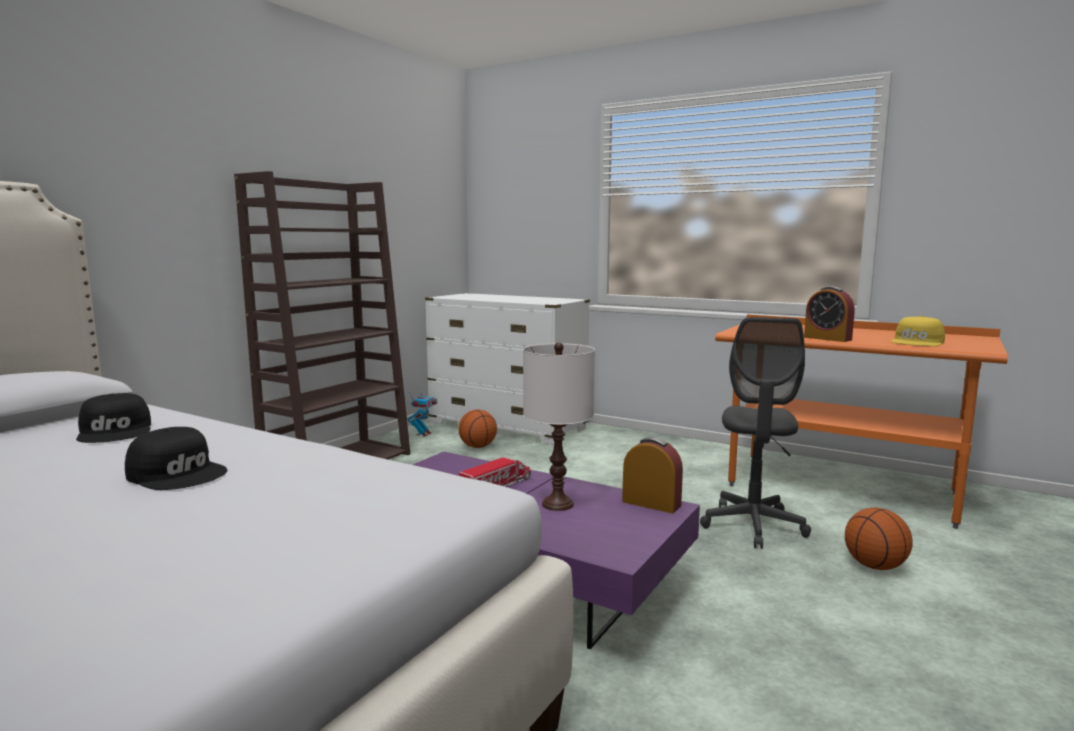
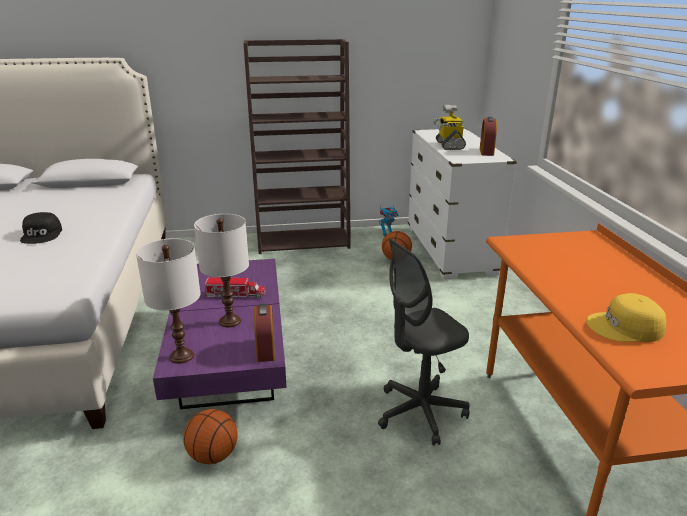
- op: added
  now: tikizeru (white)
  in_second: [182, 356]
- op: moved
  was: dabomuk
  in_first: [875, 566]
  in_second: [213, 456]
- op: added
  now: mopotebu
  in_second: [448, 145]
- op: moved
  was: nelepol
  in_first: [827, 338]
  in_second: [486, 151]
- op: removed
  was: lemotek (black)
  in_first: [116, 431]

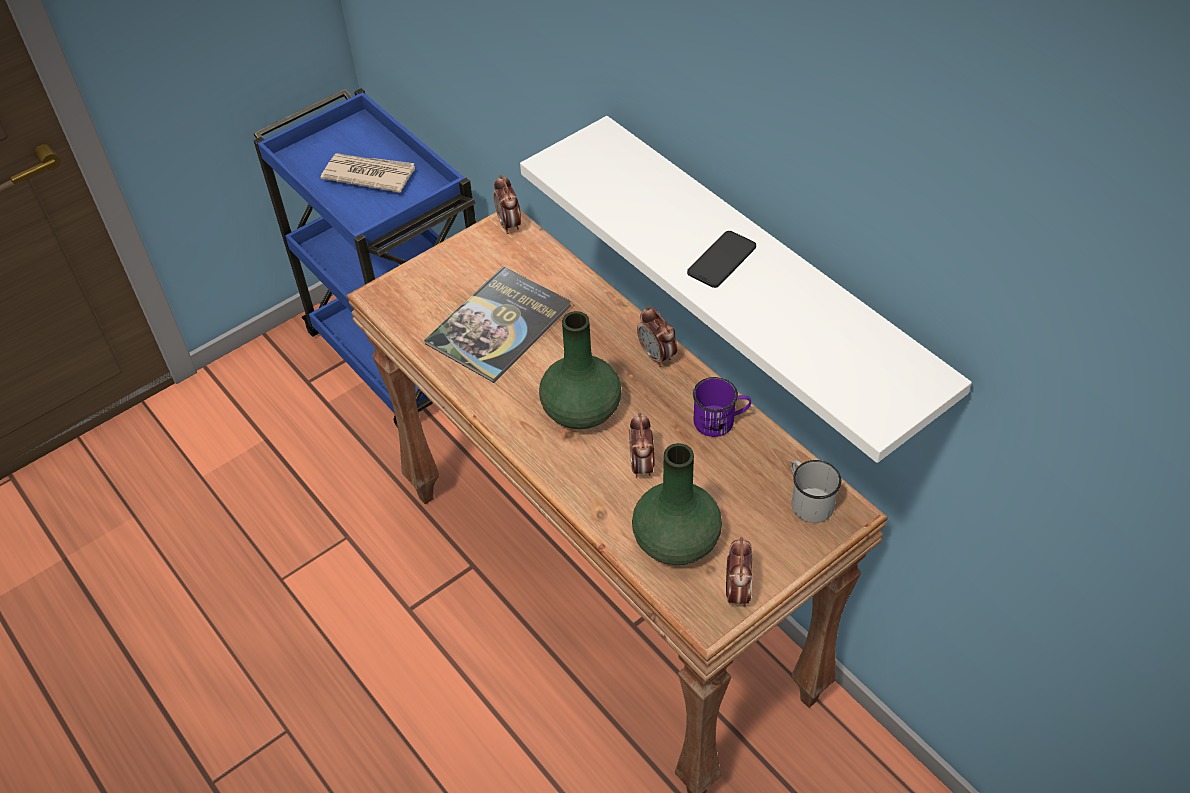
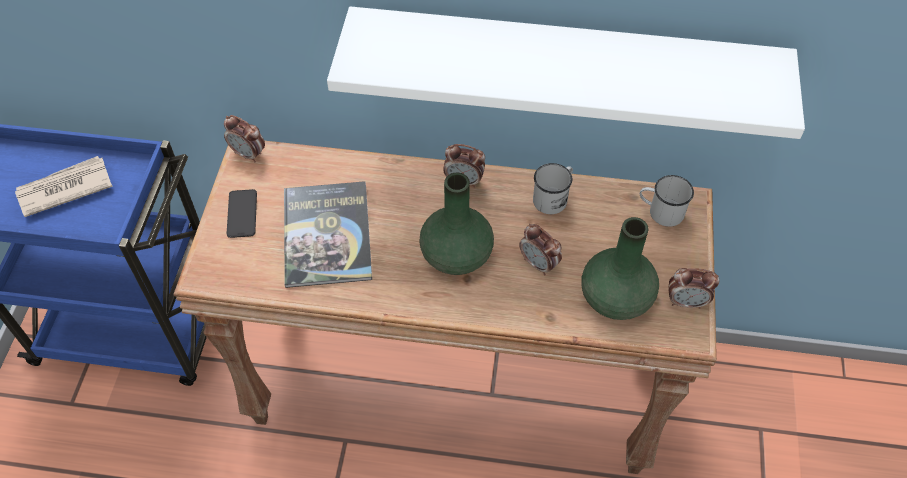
- op: moved
  was: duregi
  in_first: [722, 260]
  in_second: [242, 214]
- op: recoloured
  was: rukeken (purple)
  now: rukeken (white)
  in_first: [720, 421]
  in_second: [553, 197]
- op: turned
  was: nelepol
  in_first: [737, 591]
  in_second: [686, 302]
  clockwise: 135

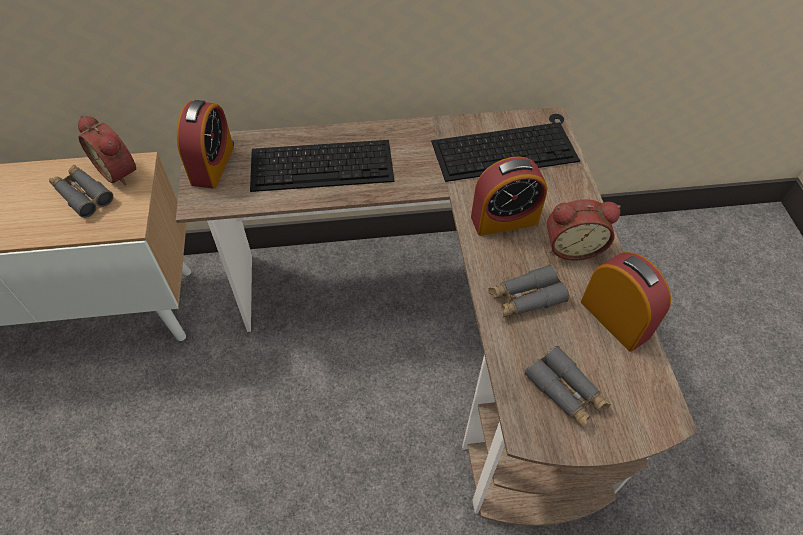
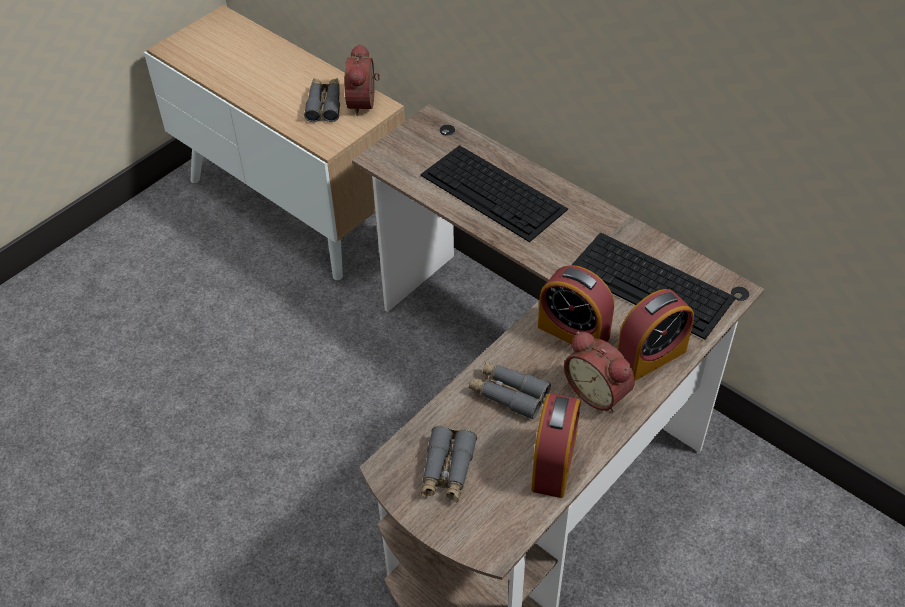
- op: moved
  was: nelepol
  in_first: [212, 165]
  in_second: [650, 356]

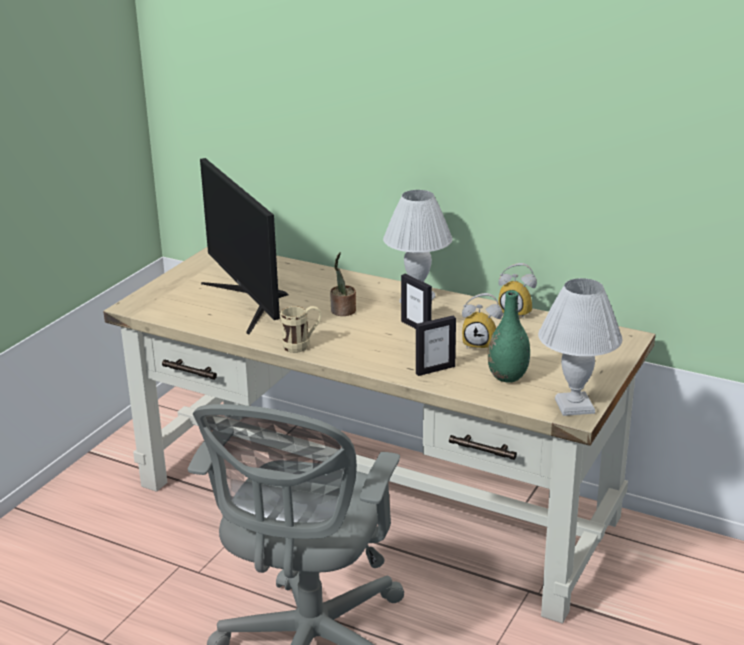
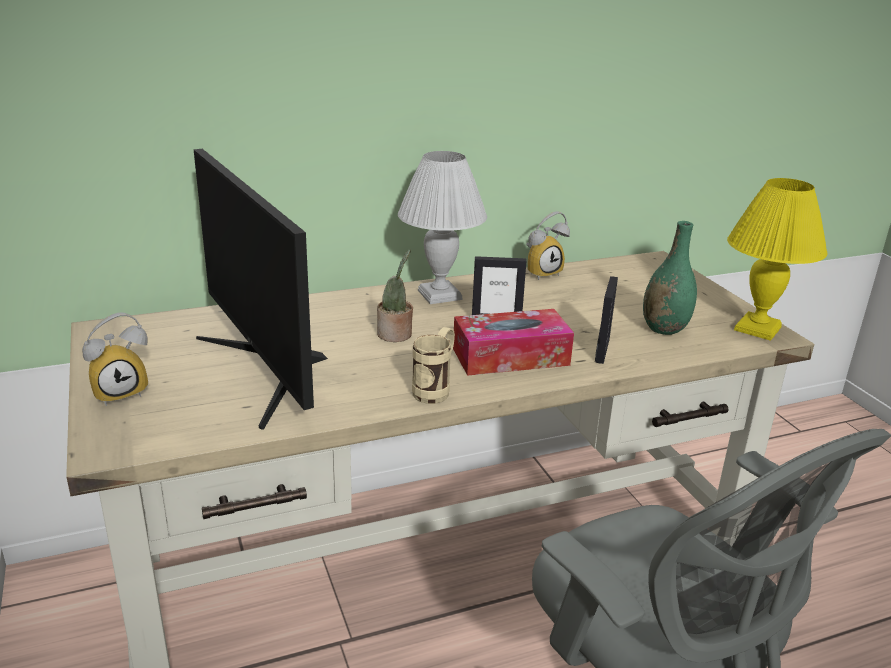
- op: moved
  was: nelepol
  in_first: [482, 344]
  in_second: [121, 391]
- op: turned
  was: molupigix
  in_first: [250, 301]
  in_second: [268, 369]
  clockwise: 45
- op: added
  now: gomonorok
  in_second: [510, 357]
- op: recoloured
  was: tikizeru (white)
  now: tikizeru (yellow)
  in_first: [575, 405]
  in_second: [757, 328]

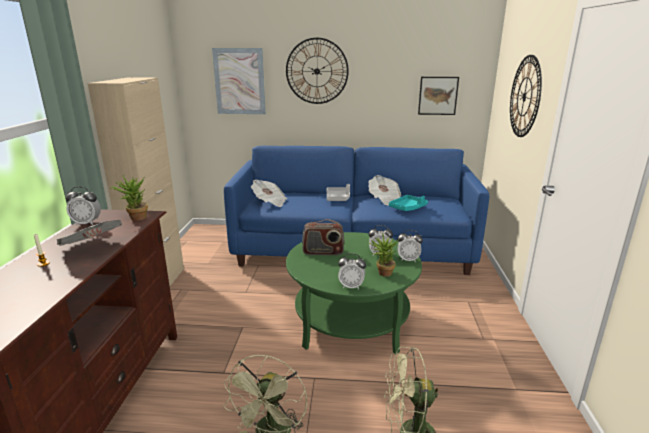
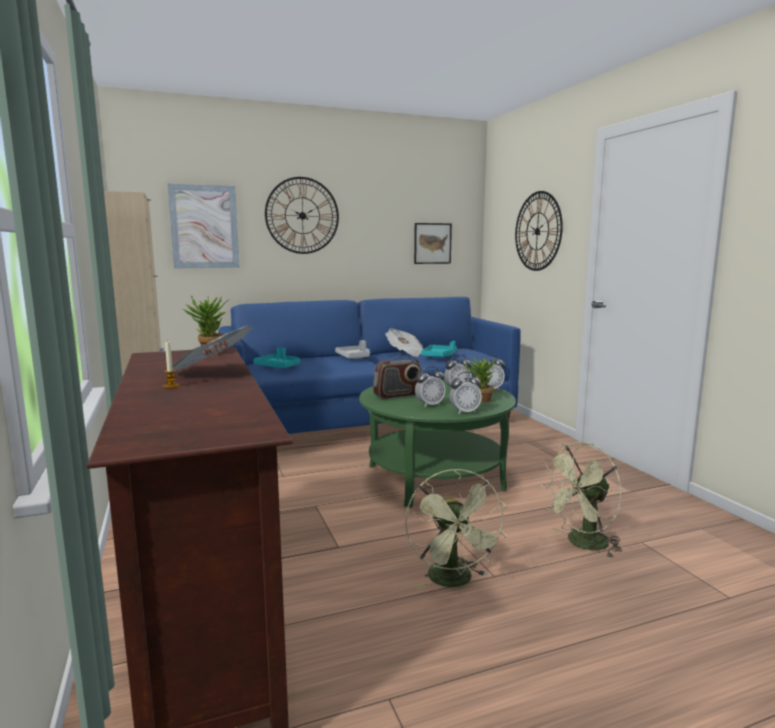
- op: replaced
  was: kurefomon
  now: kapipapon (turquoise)
  in_first: [270, 202]
  in_second: [278, 367]
- op: moved
  was: nelepol
  in_first: [87, 223]
  in_second: [429, 405]

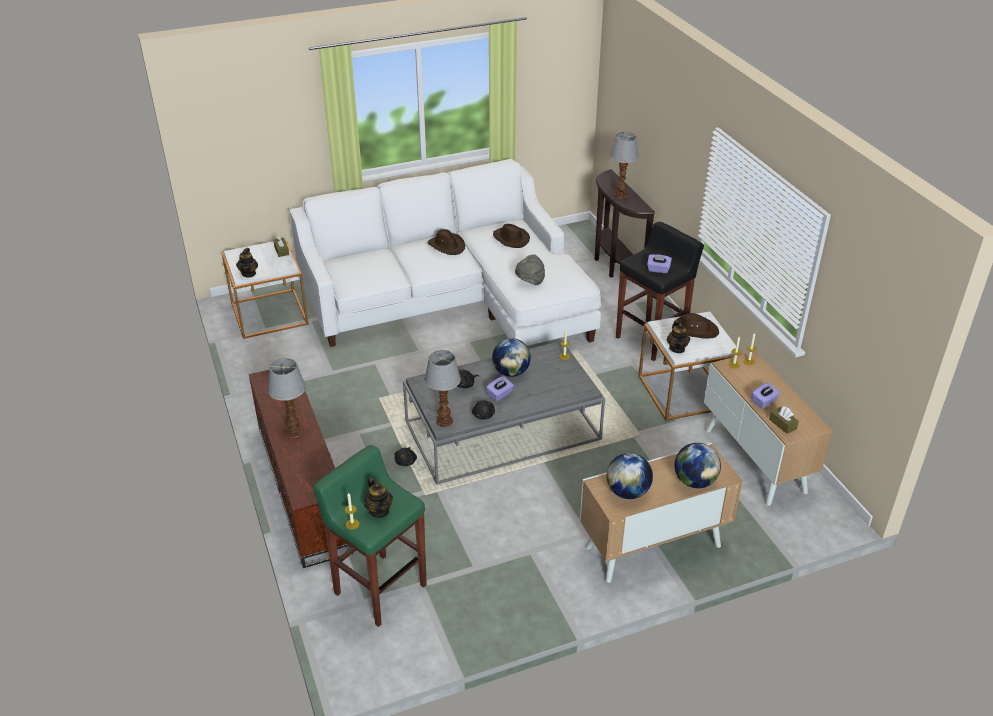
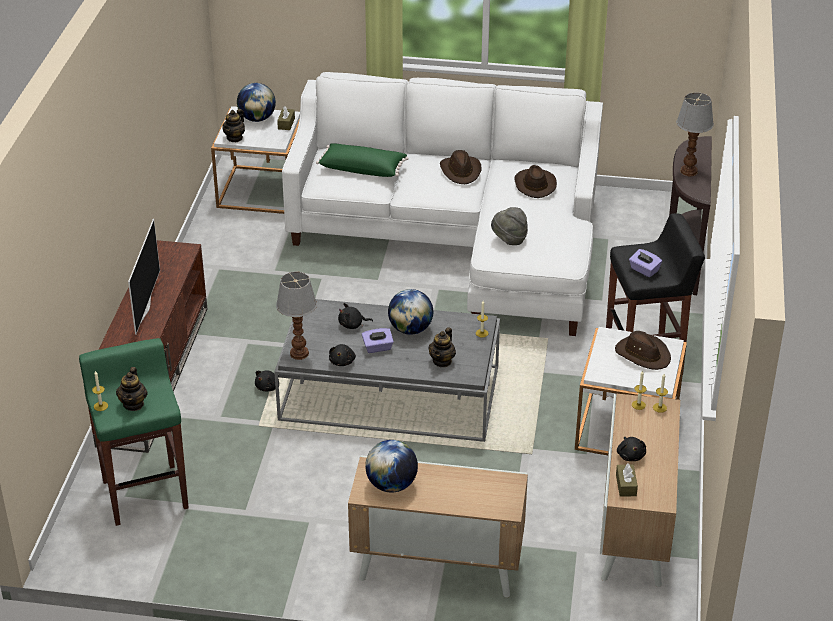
- op: replaced
  was: tikizeru
  now: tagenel
  in_first: [293, 431]
  in_second: [144, 308]
- op: moved
  was: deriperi
  in_first: [694, 481]
  in_second: [257, 118]
- op: added
  now: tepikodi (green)
  in_second: [362, 168]
- op: moved
  was: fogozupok
  in_first: [677, 348]
  in_second: [442, 361]
- op: replaced
  was: gomonorok (purple)
  now: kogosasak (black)
  in_first: [764, 402]
  in_second: [630, 455]

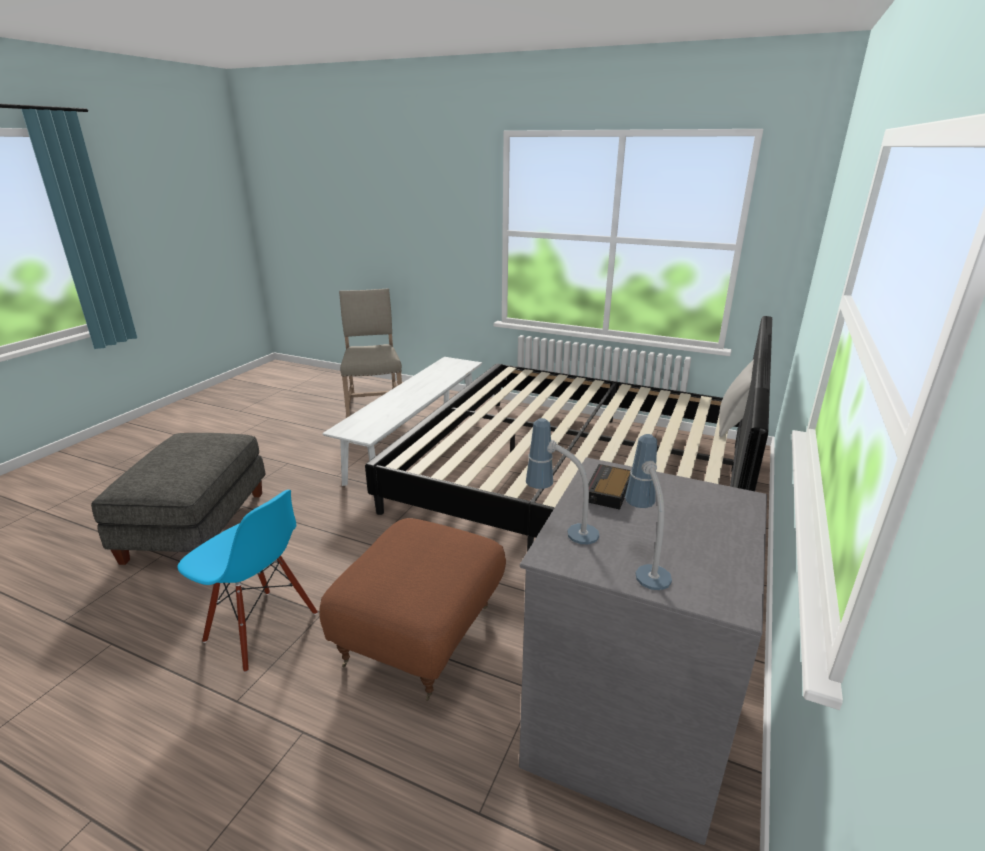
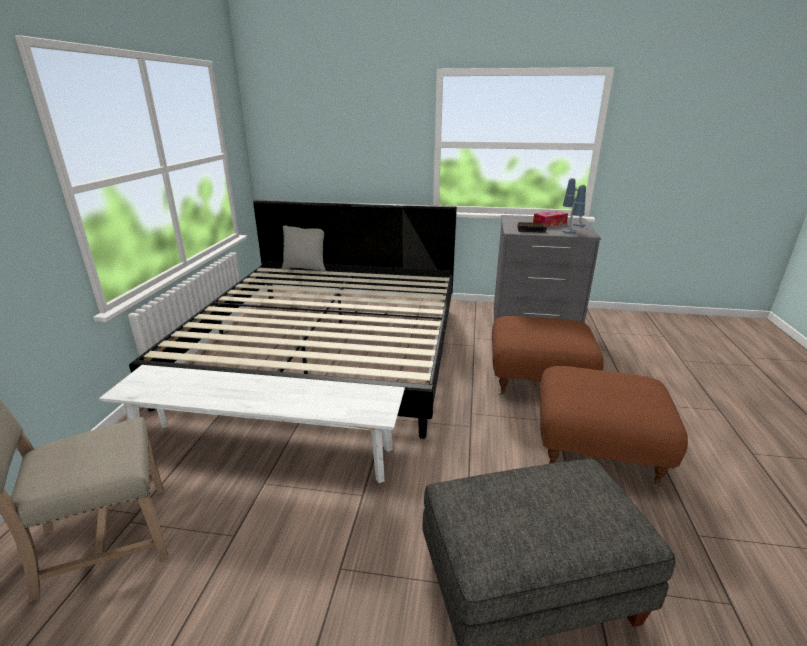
- op: added
  now: gomonorok
  in_second: [549, 223]
- op: replaced
  was: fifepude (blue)
  now: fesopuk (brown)
  in_first: [260, 628]
  in_second: [597, 450]

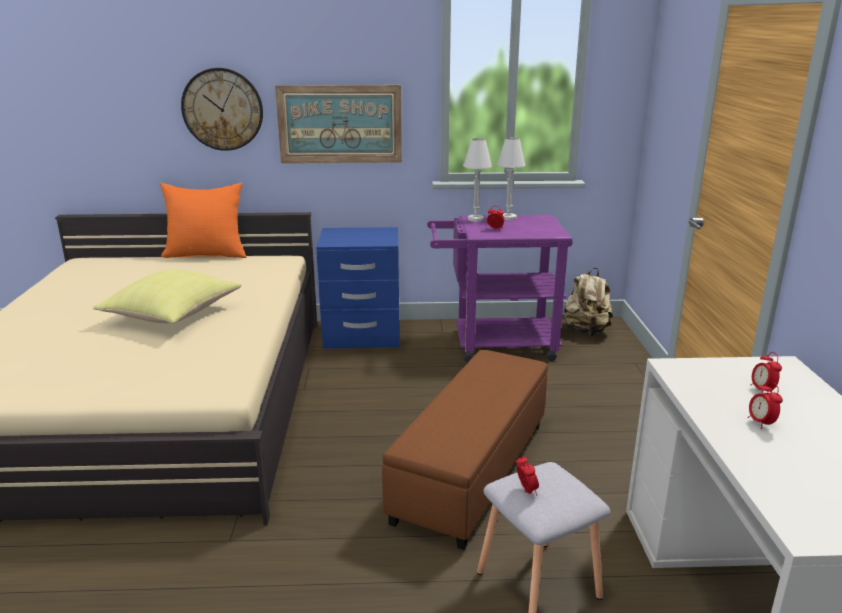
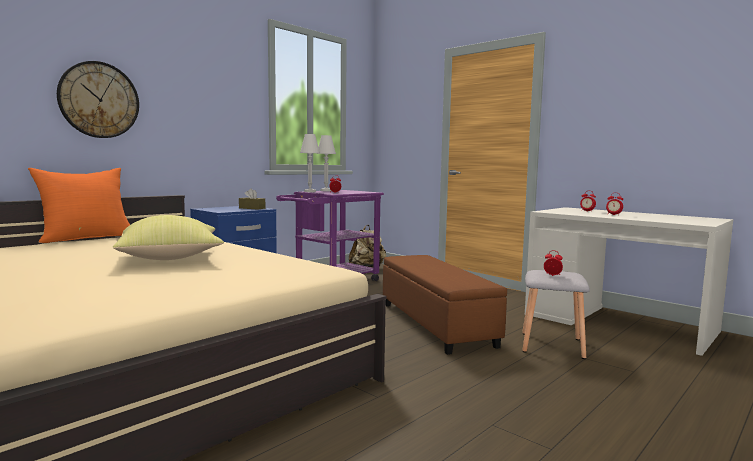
- op: added
  now: gomonorok (brown)
  in_second: [252, 208]
- op: removed
  was: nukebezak
  in_first: [340, 124]

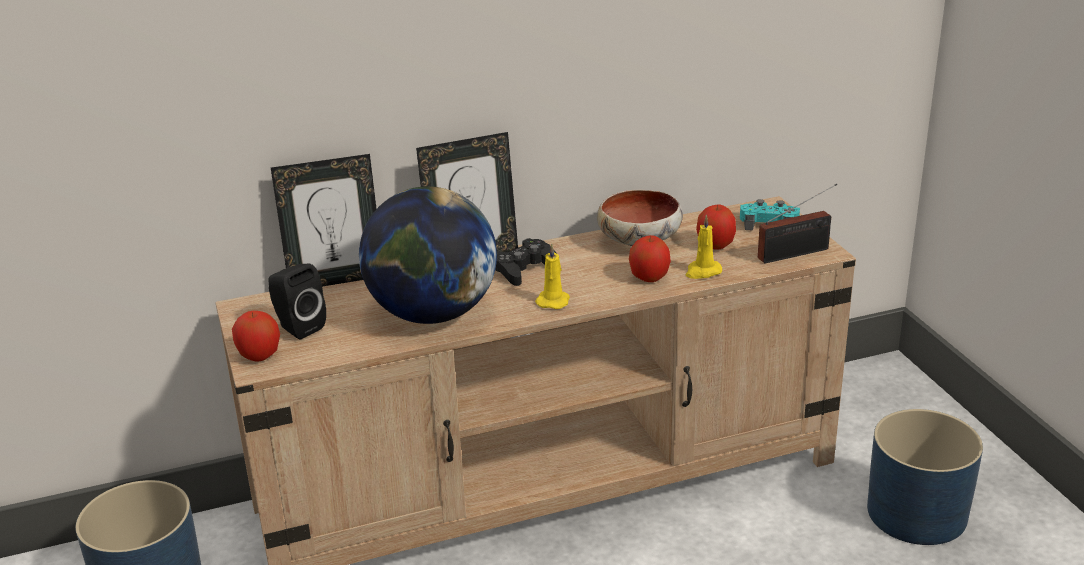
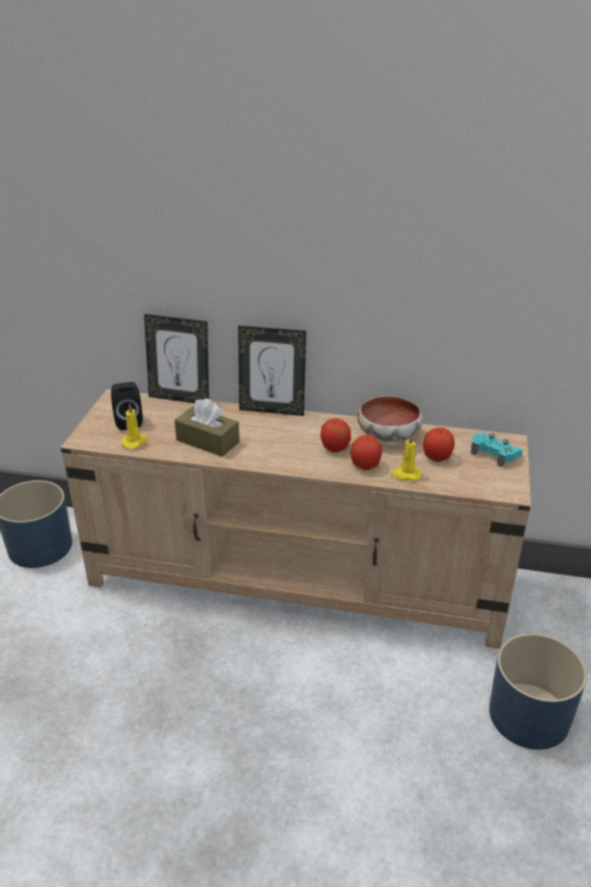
- op: moved
  was: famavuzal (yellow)
  in_first: [553, 301]
  in_second: [135, 442]
- op: replaced
  was: deriperi
  now: gomonorok (brown)
  in_first: [432, 314]
  in_second: [207, 441]
- op: moved
  was: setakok
  in_first: [259, 355]
  in_second: [335, 448]
- op: removed
  was: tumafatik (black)
  in_first: [524, 269]
- op: removed
  was: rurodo
  in_first: [797, 253]

